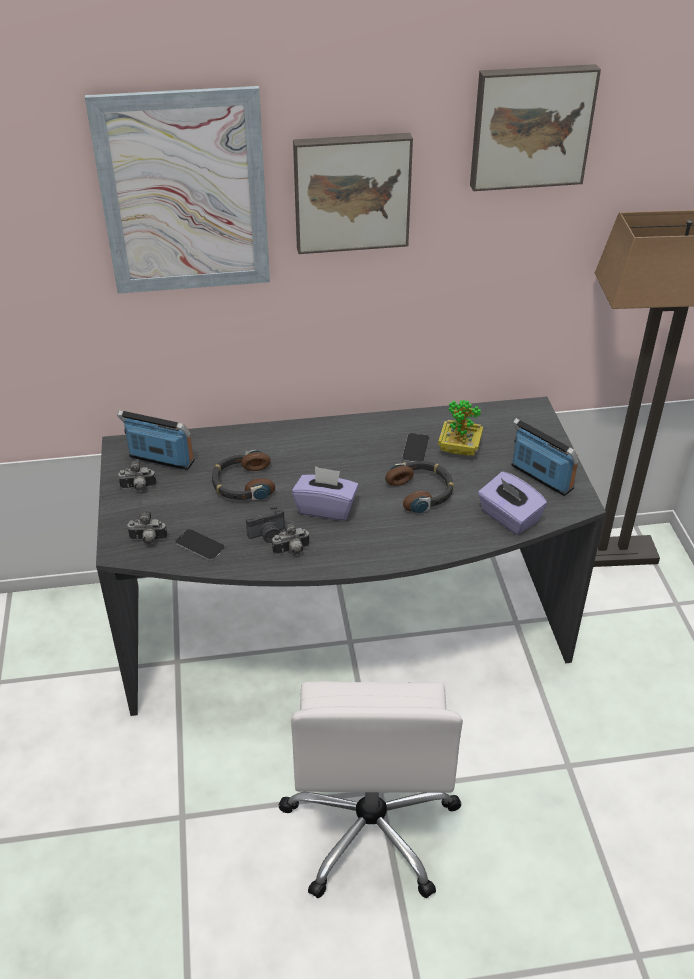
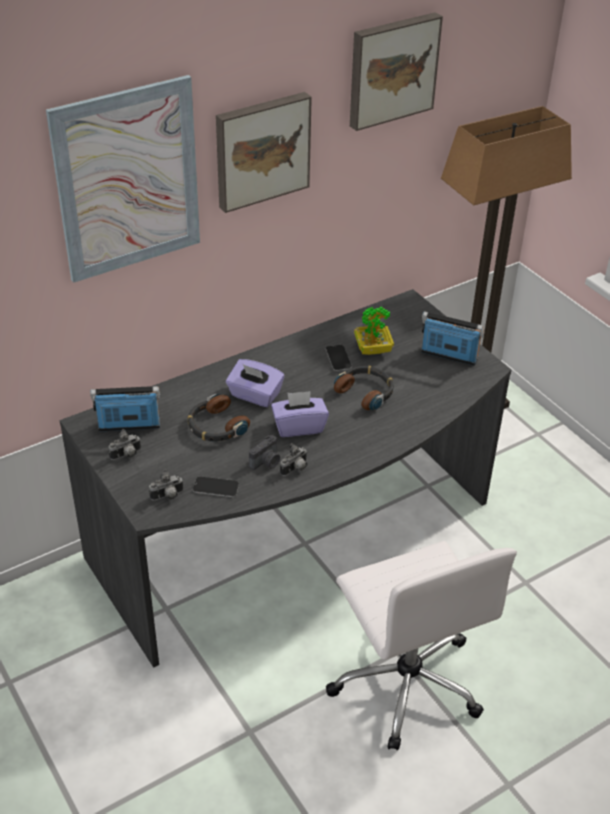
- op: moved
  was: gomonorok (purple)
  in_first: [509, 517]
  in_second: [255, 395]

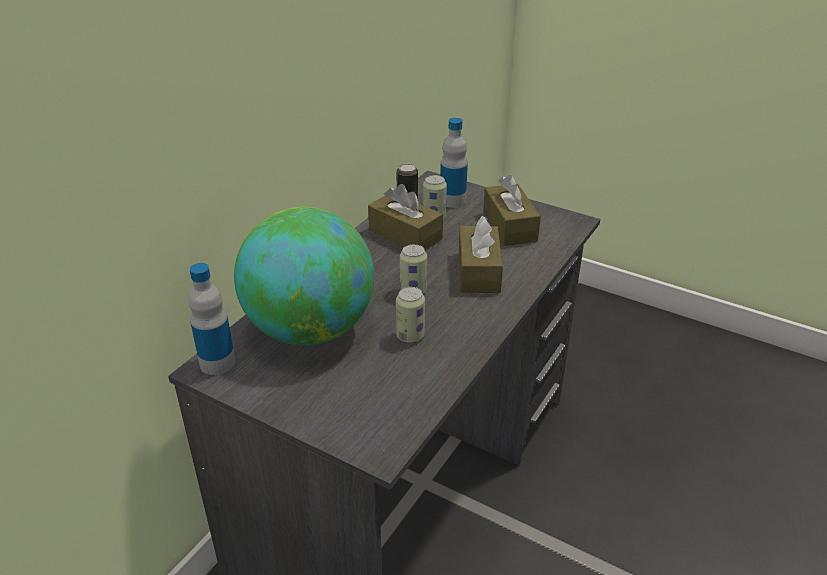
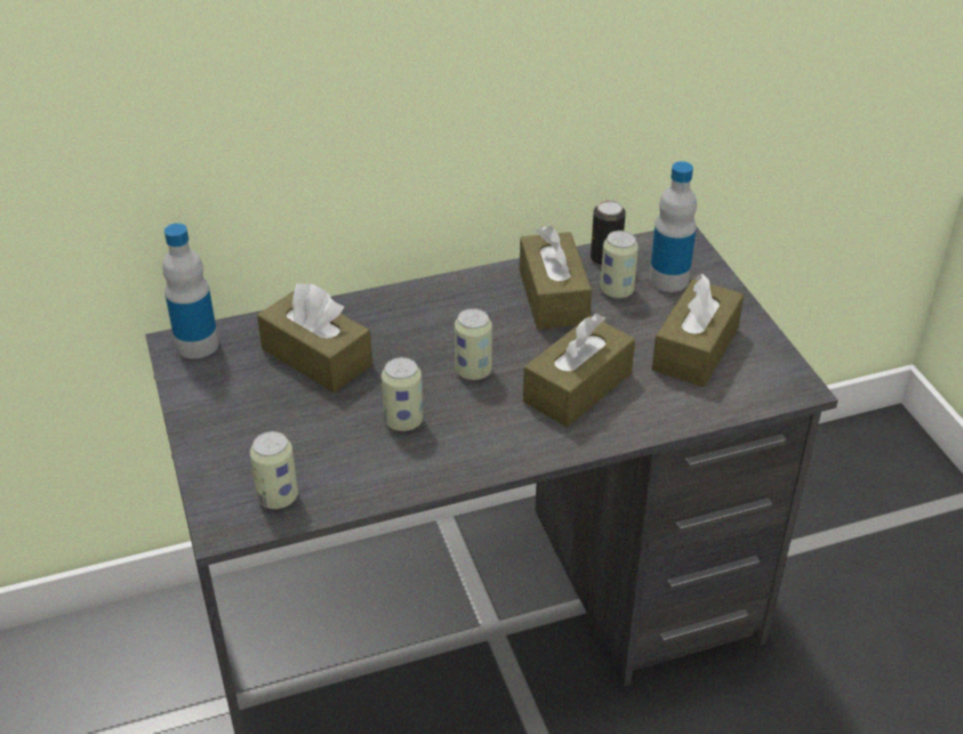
- op: added
  now: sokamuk
  in_second: [278, 497]
- op: replaced
  was: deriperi
  now: gomonorok (brown)
  in_first: [309, 329]
  in_second: [317, 357]

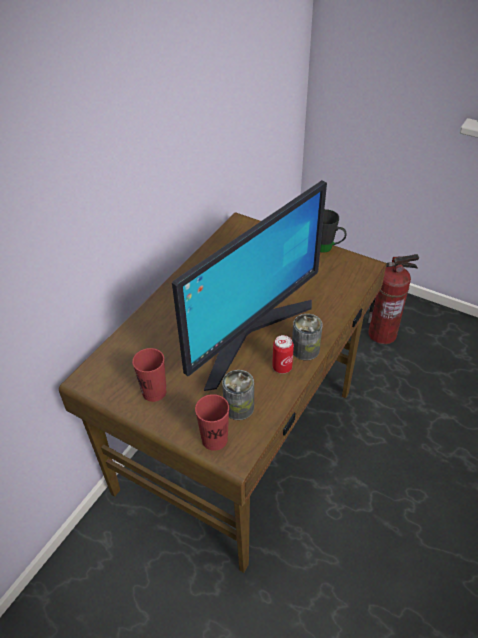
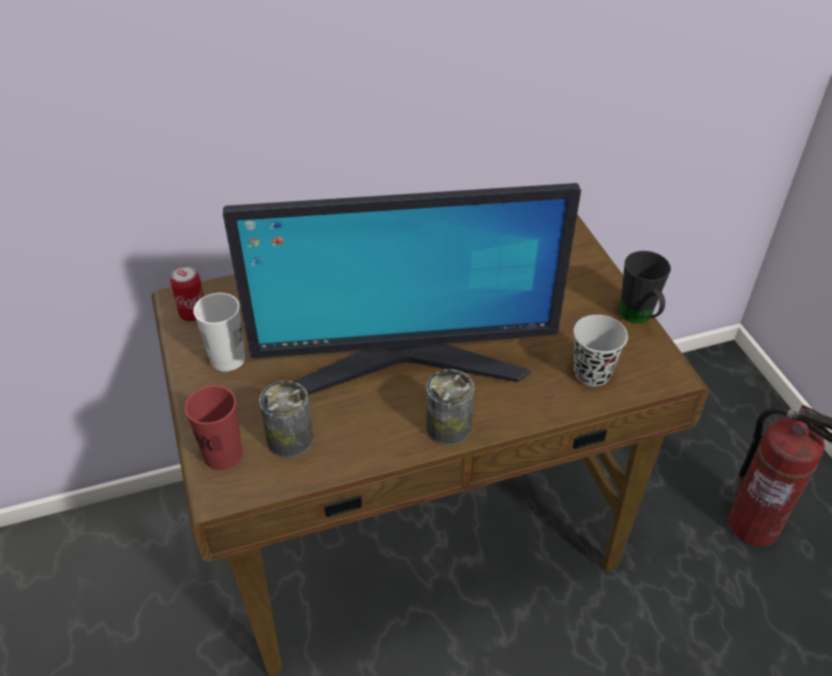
- op: moved
  was: sokamuk
  in_first: [282, 367]
  in_second: [193, 314]
- op: recoloured
  was: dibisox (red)
  now: dibisox (white)
  in_first: [154, 392]
  in_second: [227, 359]
- op: added
  now: dibisox (black)
  in_second: [592, 373]

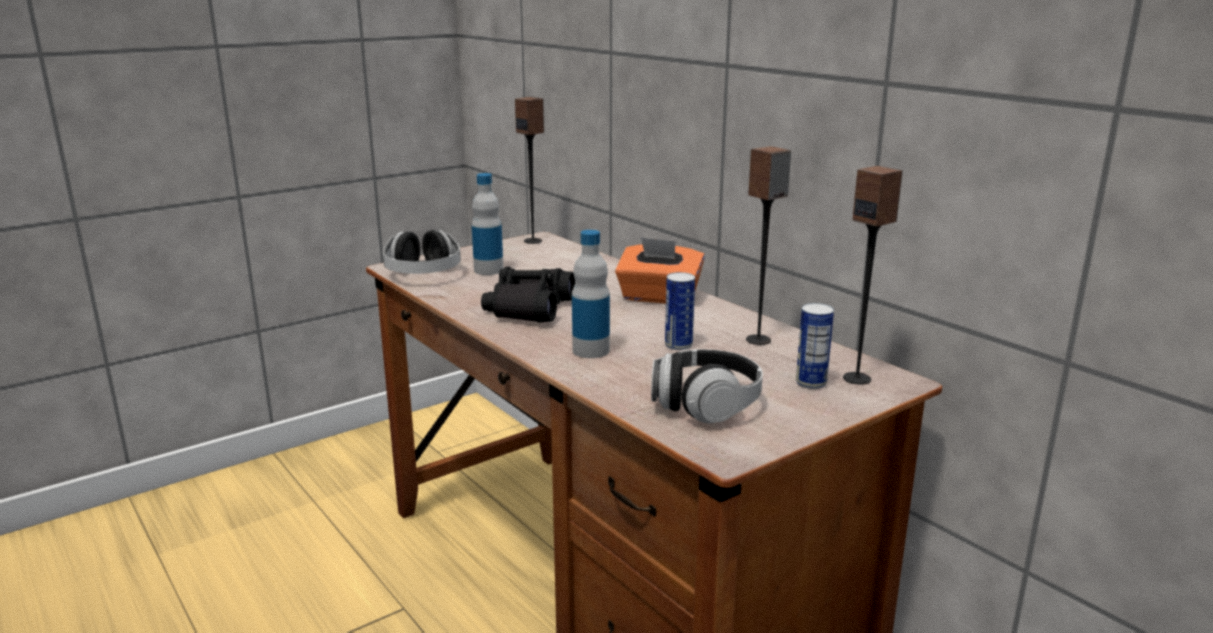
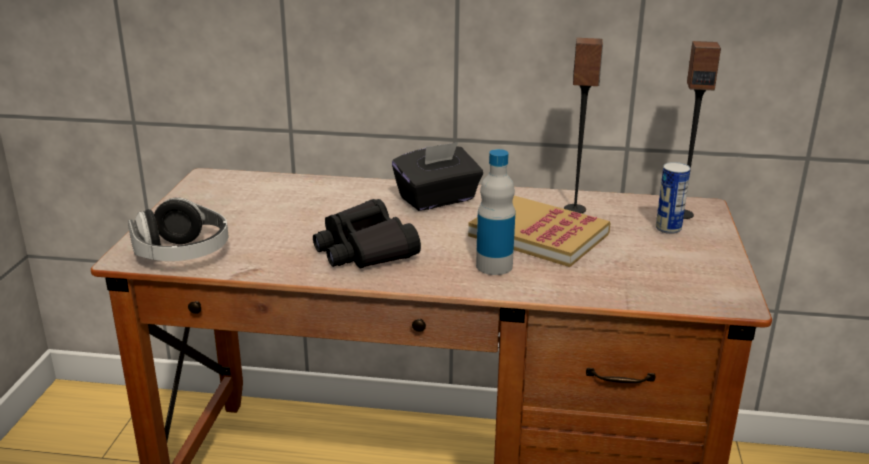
- op: recoloured
  was: gomonorok (orange)
  now: gomonorok (black)
  in_first: [659, 297]
  in_second: [437, 200]
- op: replaced
  was: sokamuk
  now: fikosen
  in_first: [678, 345]
  in_second: [539, 235]
- op: removed
  was: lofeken
  in_first: [488, 270]
- op: removed
  was: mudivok
  in_first: [533, 241]
- op: removed
  was: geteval
  in_first: [705, 405]

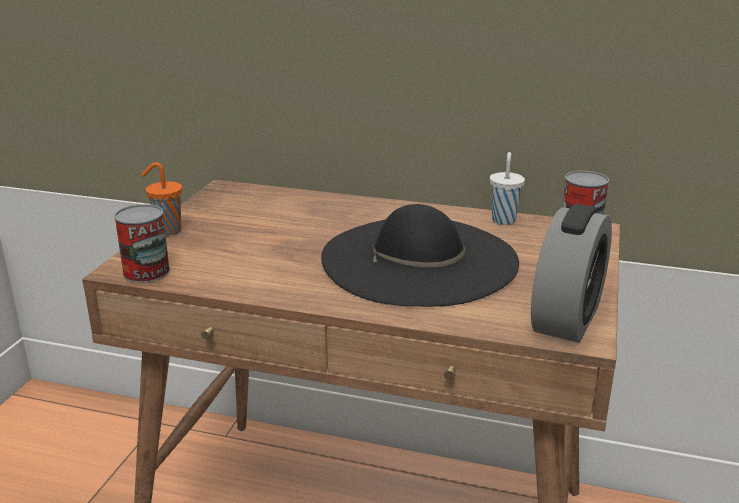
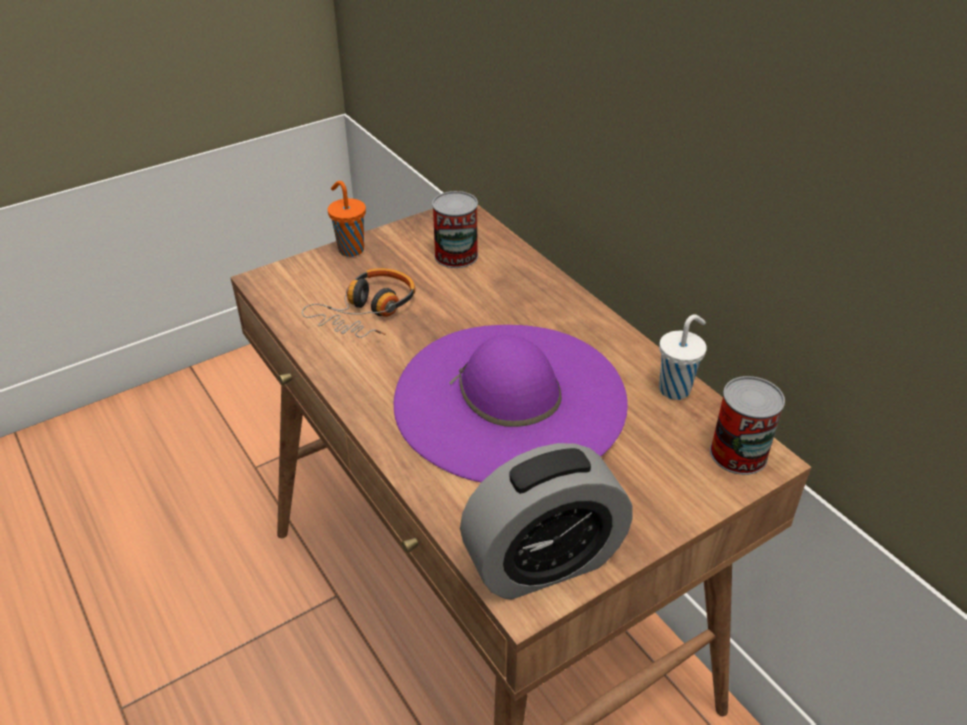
- op: added
  now: geteval
  in_second: [368, 313]
- op: recoloured
  was: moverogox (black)
  now: moverogox (purple)
  in_first: [419, 259]
  in_second: [510, 399]
- op: moved
  was: sokamuk
  in_first: [146, 272]
  in_second: [456, 255]

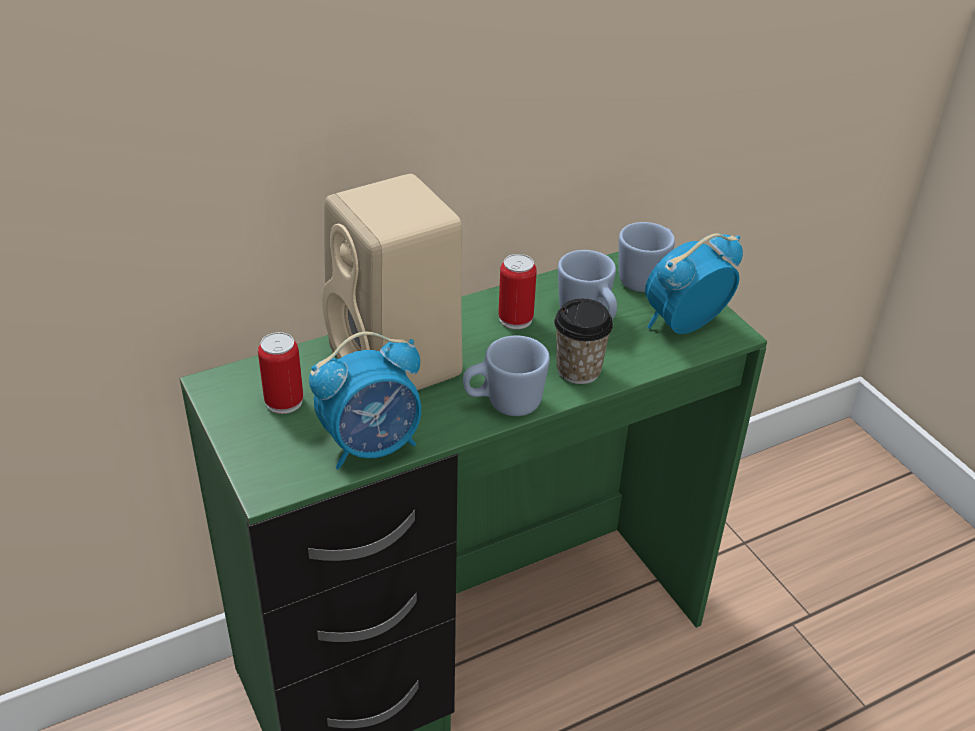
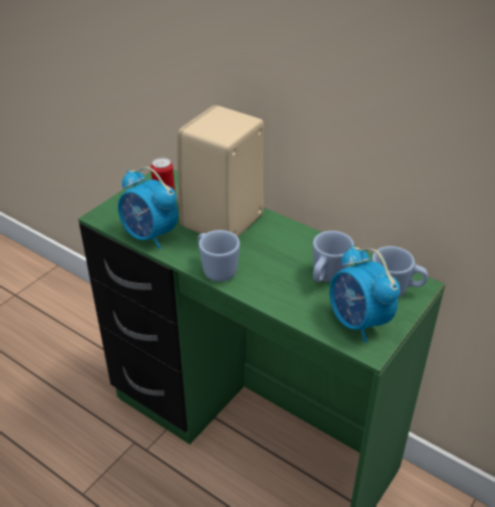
- op: turned
  was: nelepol
  in_first: [683, 325]
  in_second: [358, 322]
  clockwise: -150
- op: removed
  was: sokamuk
  in_first: [515, 319]
- op: removed
  was: dibisox
  in_first: [578, 370]

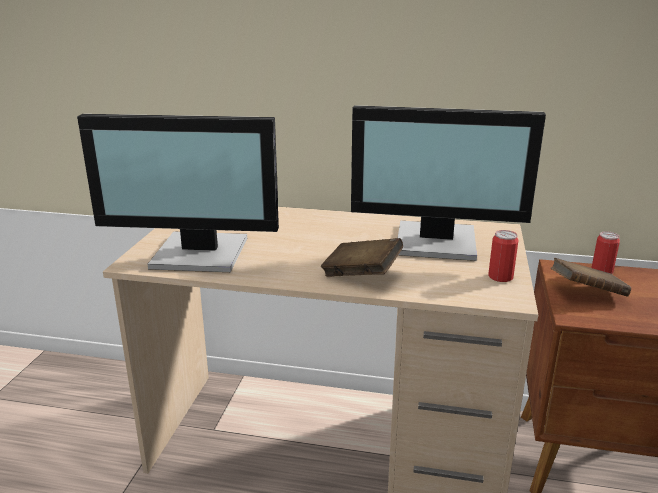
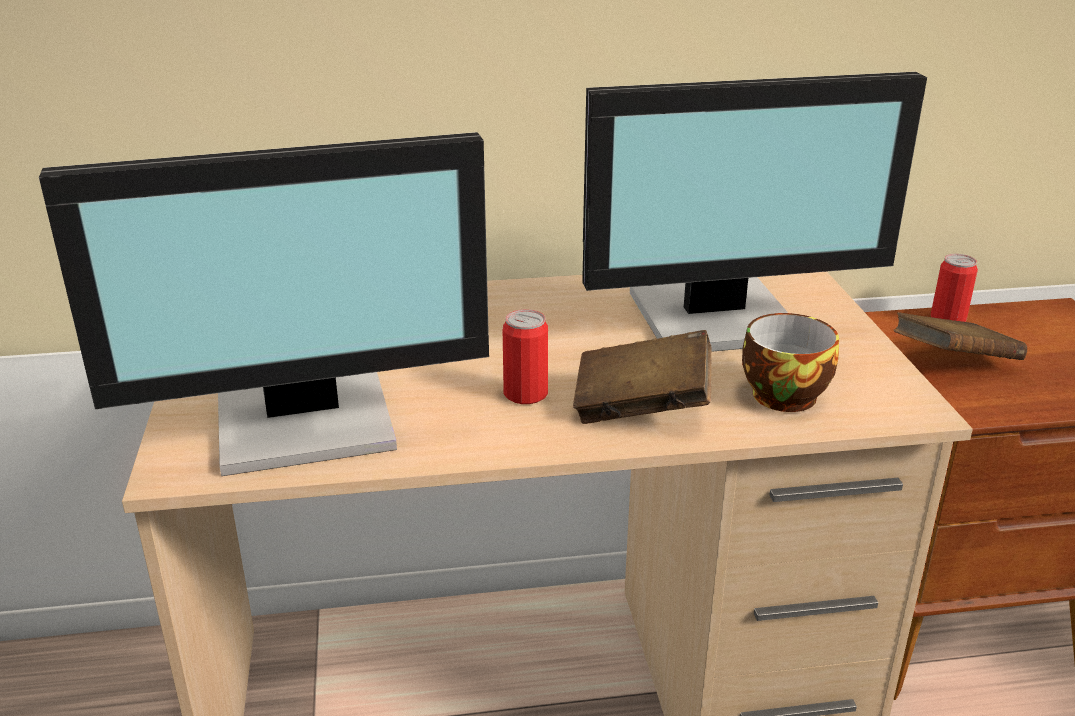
- op: moved
  was: sokamuk
  in_first: [500, 277]
  in_second: [525, 394]
- op: added
  now: dibisox
  in_second: [780, 393]

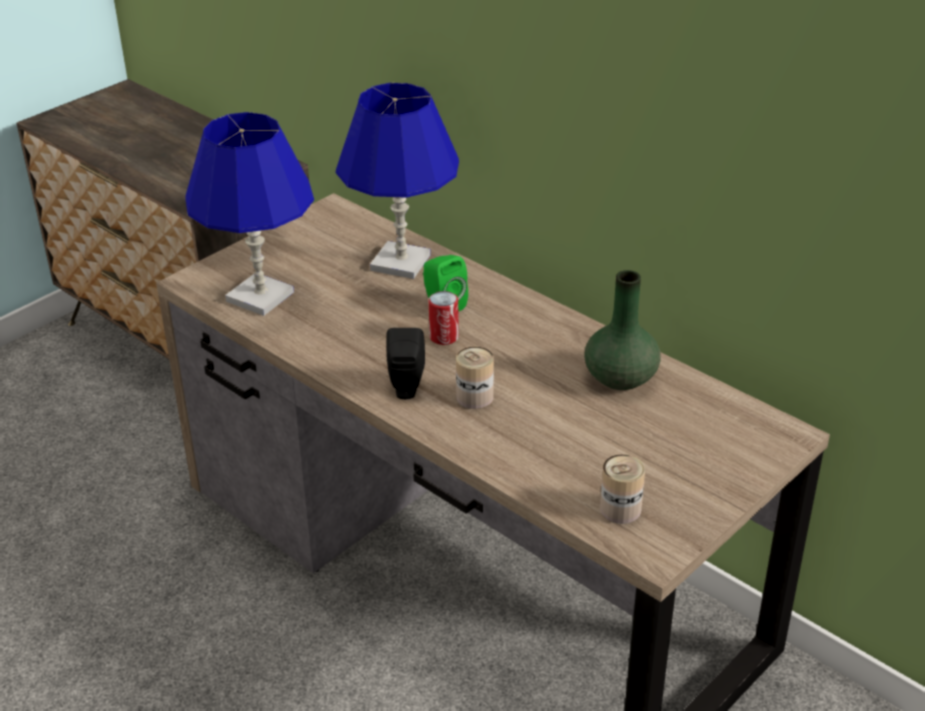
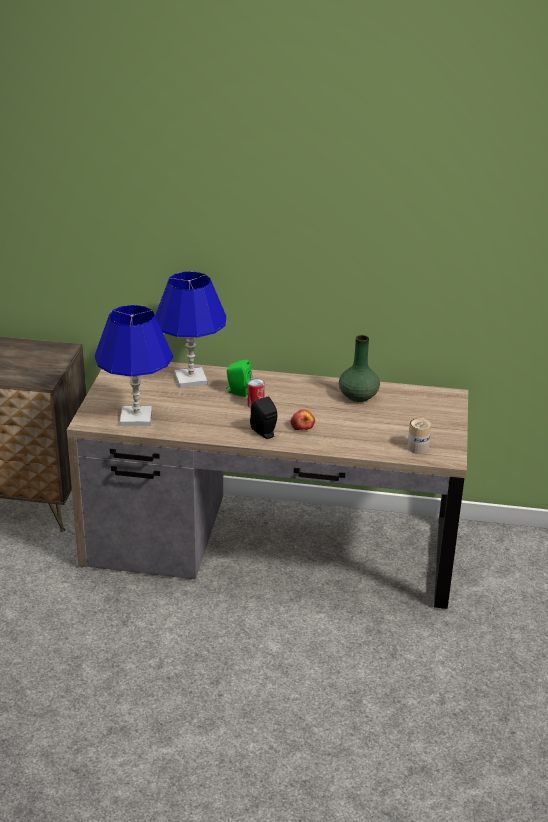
- op: replaced
  was: sokamuk
  now: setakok
  in_first: [475, 397]
  in_second: [302, 426]

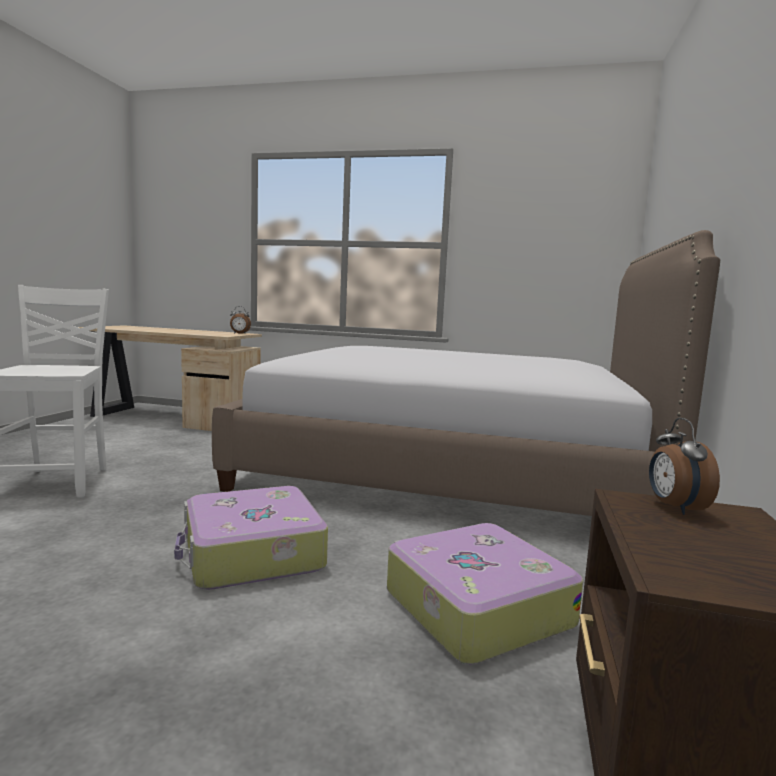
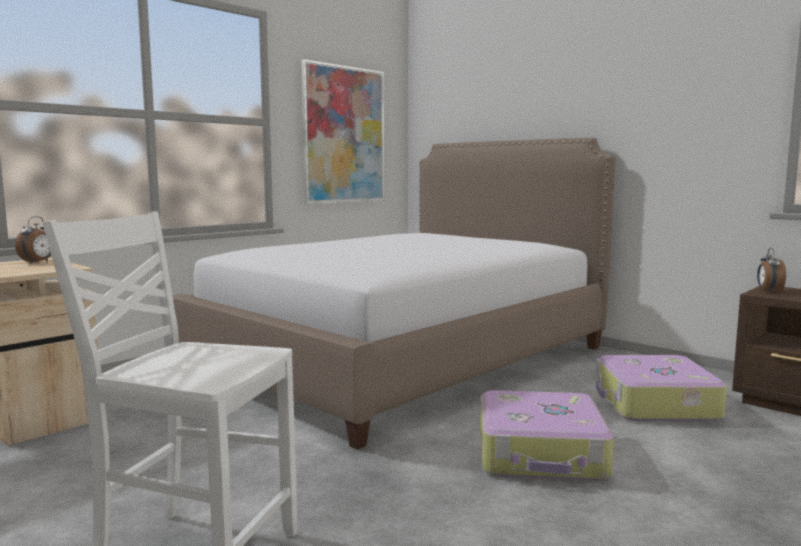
- op: added
  now: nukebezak
  in_second: [344, 135]
- op: turned
  was: nelepol
  in_first: [674, 507]
  in_second: [768, 291]
  clockwise: 75

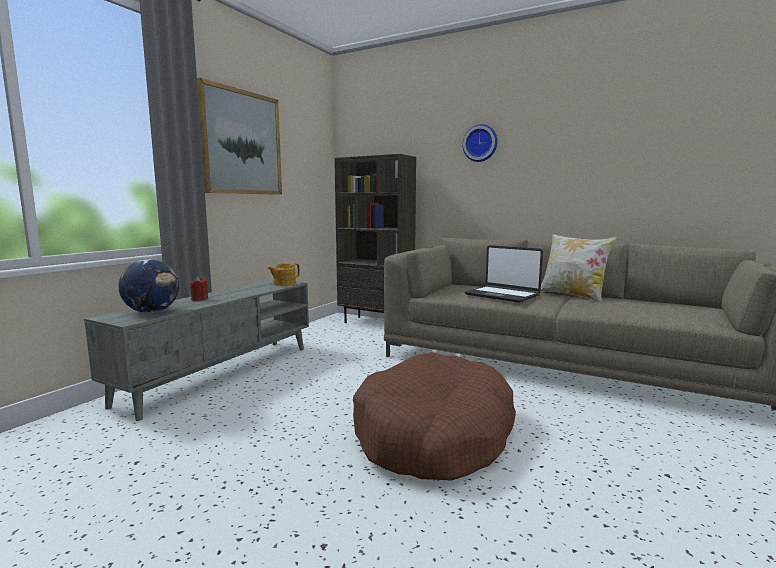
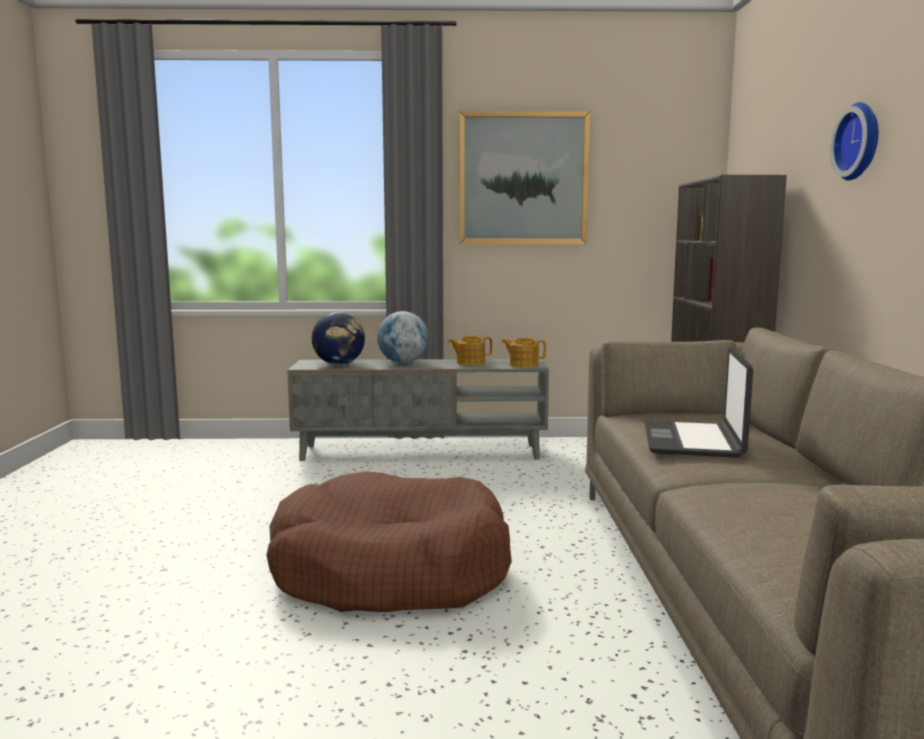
- op: replaced
  was: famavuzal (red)
  now: deriperi
  in_first: [199, 299]
  in_second: [403, 362]
- op: added
  now: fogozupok
  in_second: [470, 362]
- op: removed
  was: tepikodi
  in_first: [573, 296]

